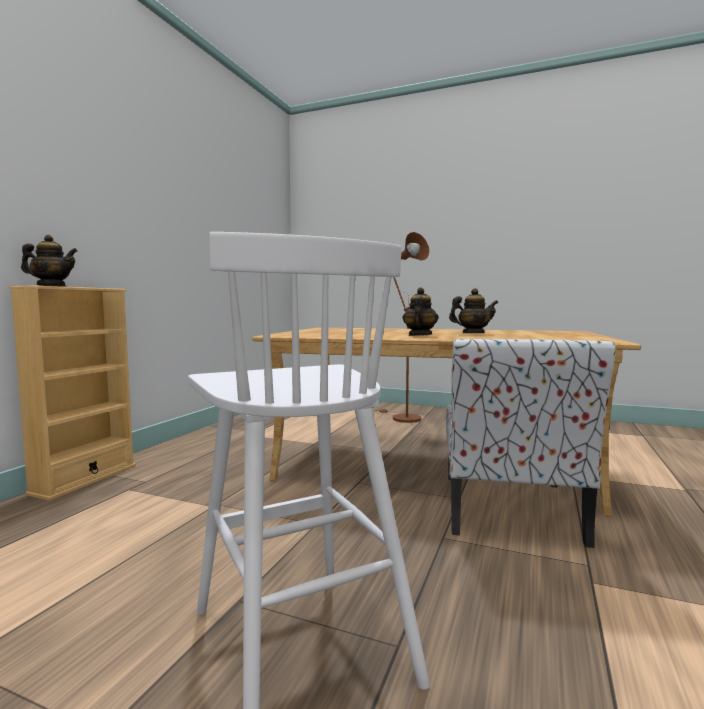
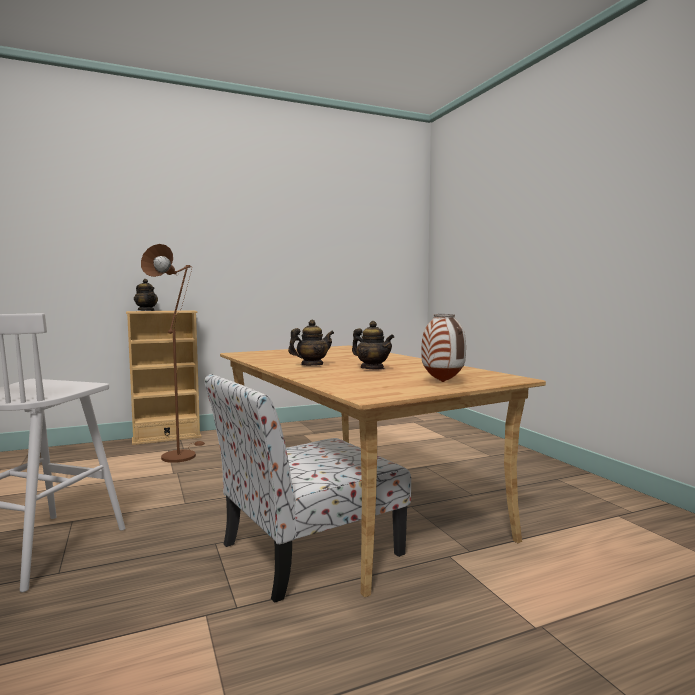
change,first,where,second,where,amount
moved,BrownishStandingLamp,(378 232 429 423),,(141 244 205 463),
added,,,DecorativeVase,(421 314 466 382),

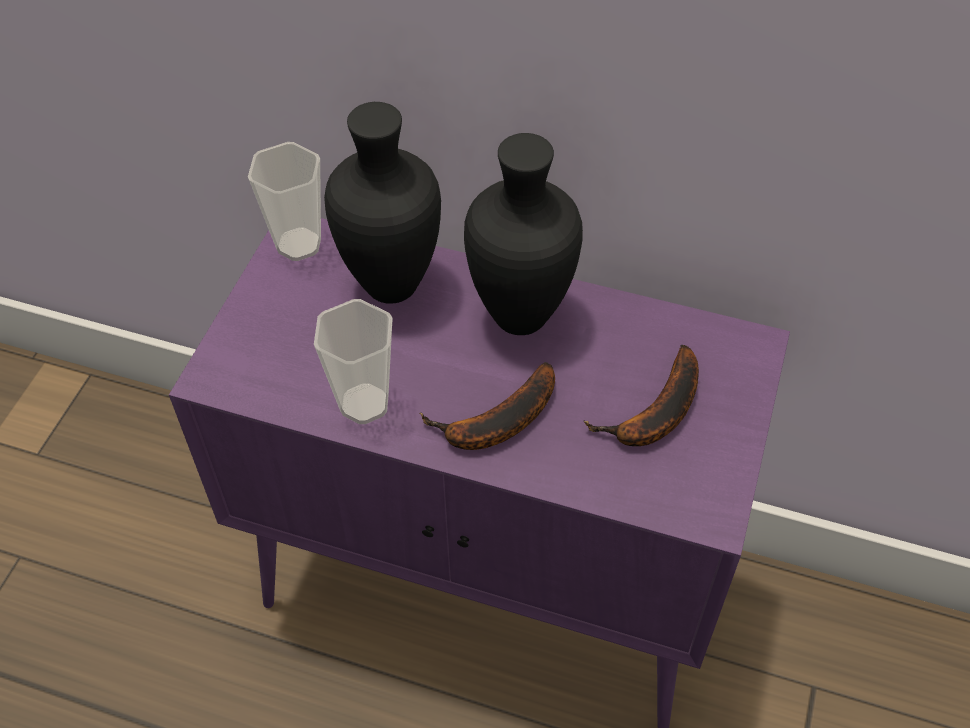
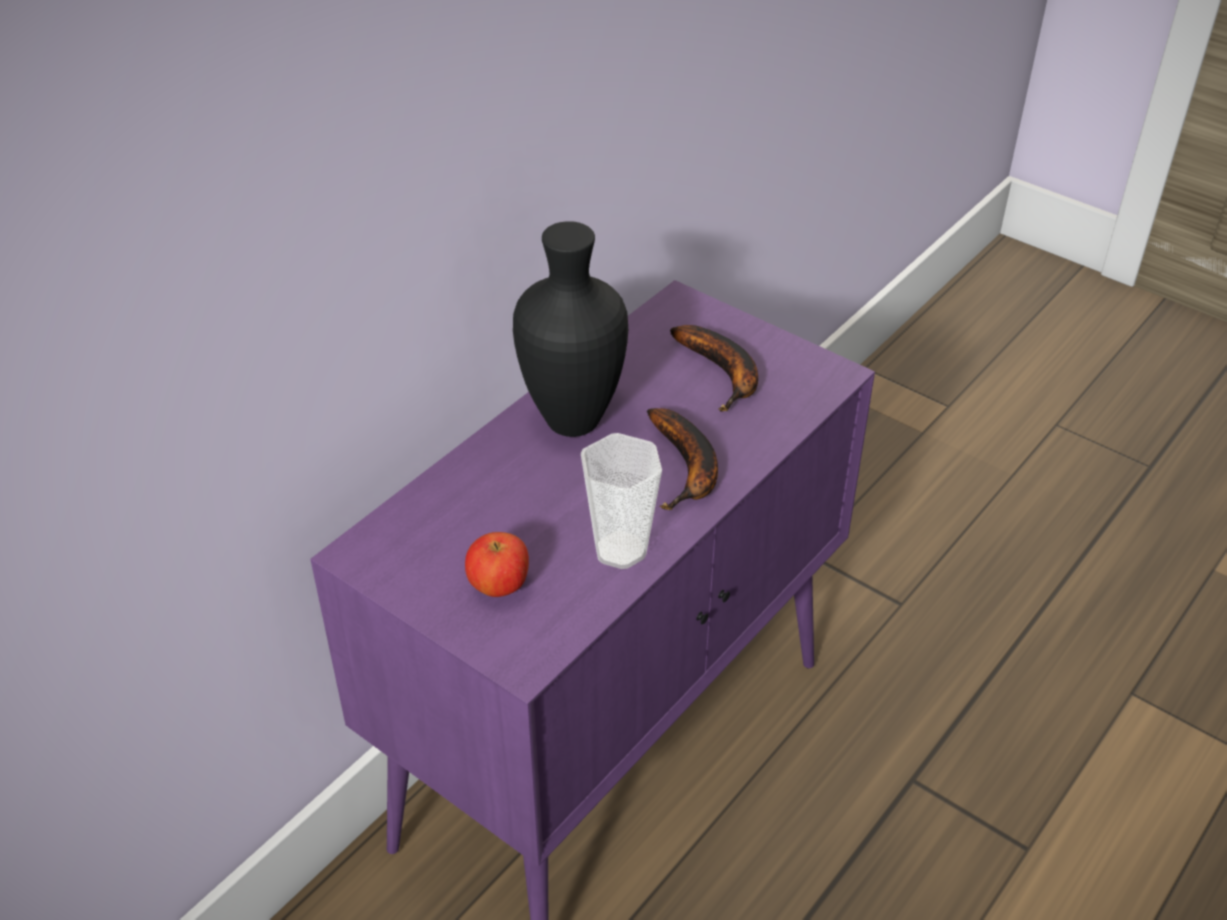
change,first,where,second,where,amount
removed,BlackDecorativeVase,(324 102 441 304),,,
removed,DrinkingCup,(248 142 321 261),,,
added,,,AppleFruit,(465 532 529 597),

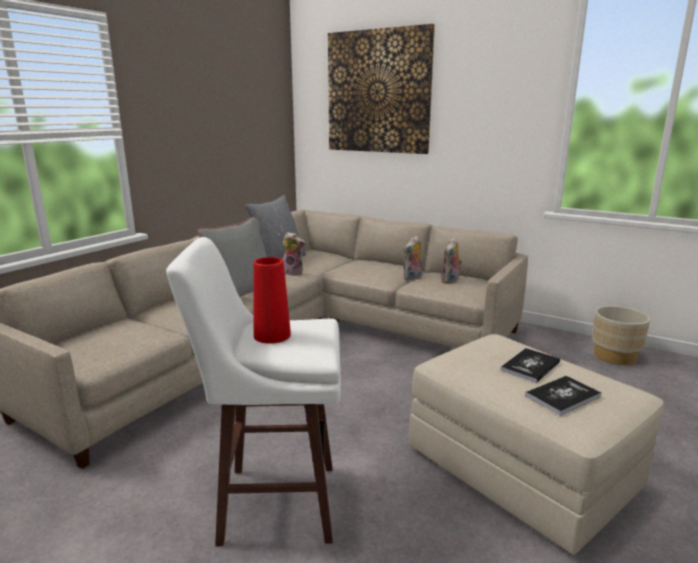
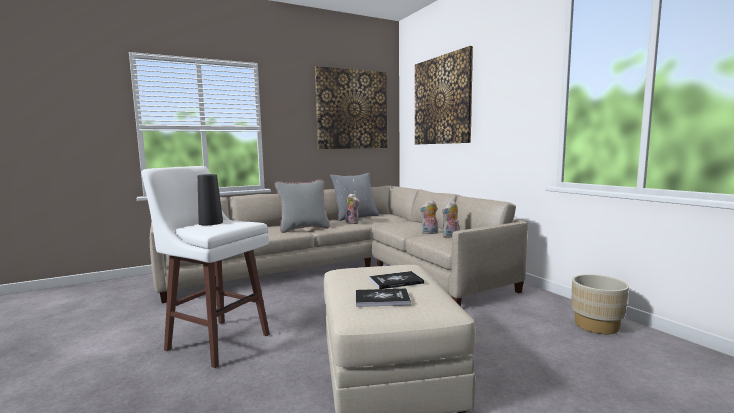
change,first,where,second,where,amount
recoloured,RedDecorativeVase,(253 257 291 344),BlackDecorativeVase,(198 174 223 225),
added,,,WallArt,(315 66 387 149),

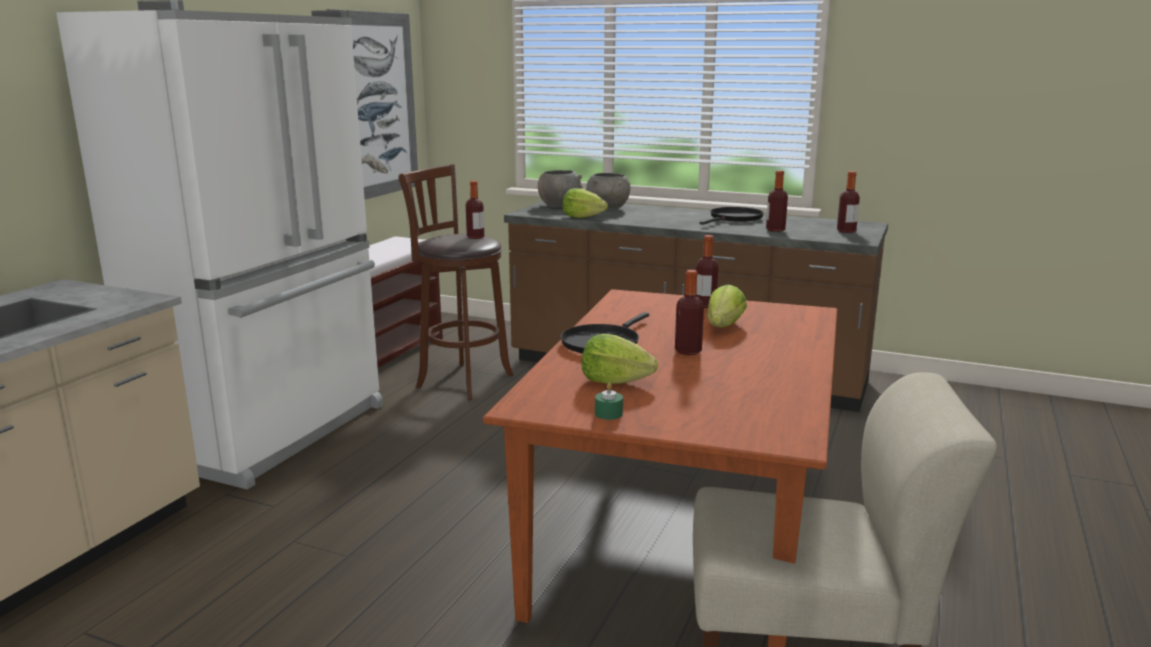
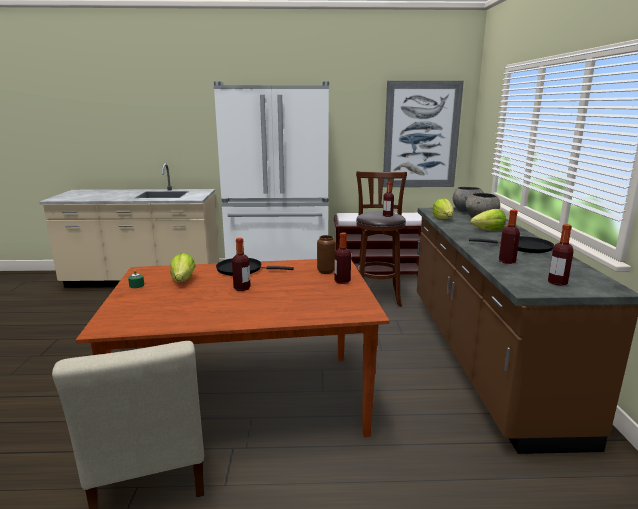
change,first,where,second,where,amount
moved,Lettuce,(707 285 747 327),,(471 209 506 231),
added,,,BrownishDecorativeVase,(317 235 336 274),

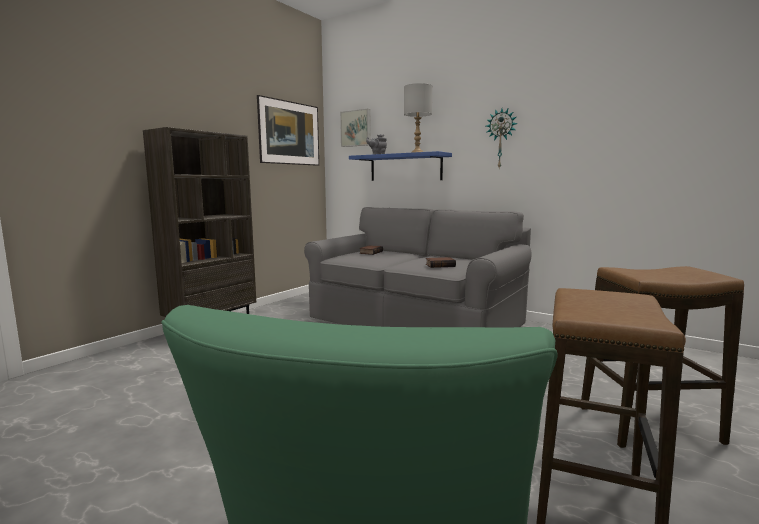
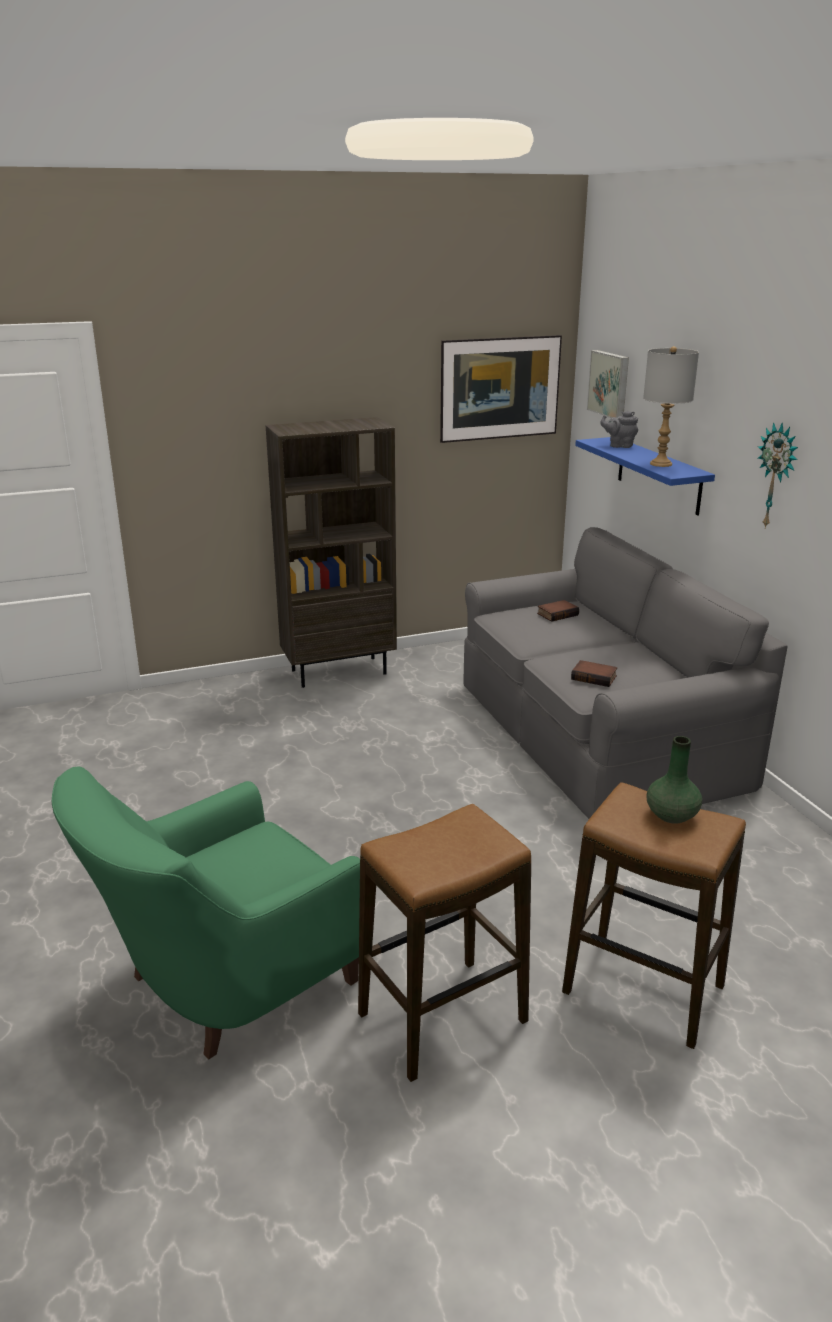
change,first,where,second,where,amount
added,,,GreenishDecorativeVase,(647 736 702 824),

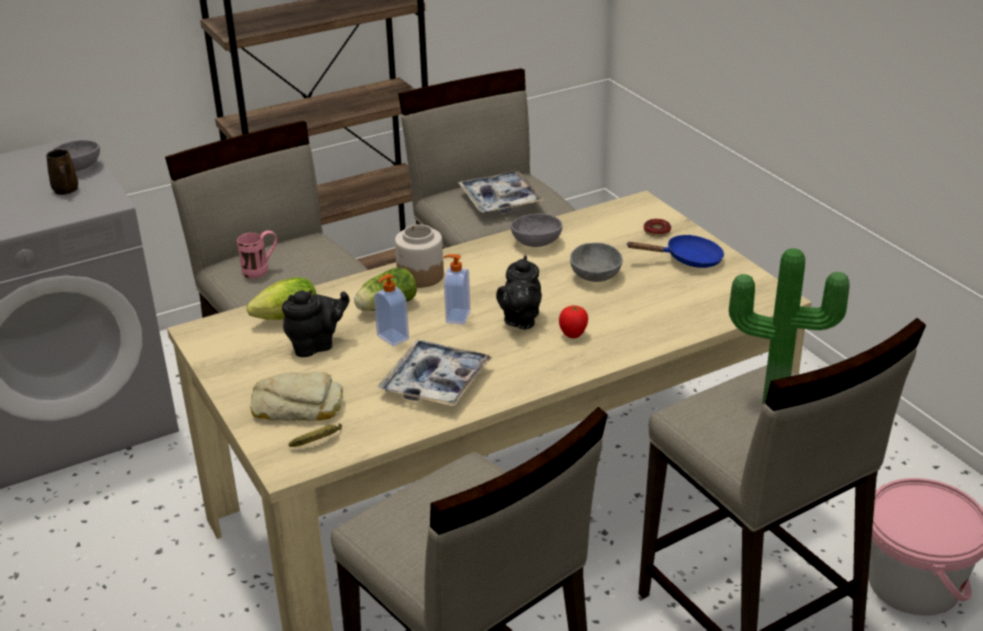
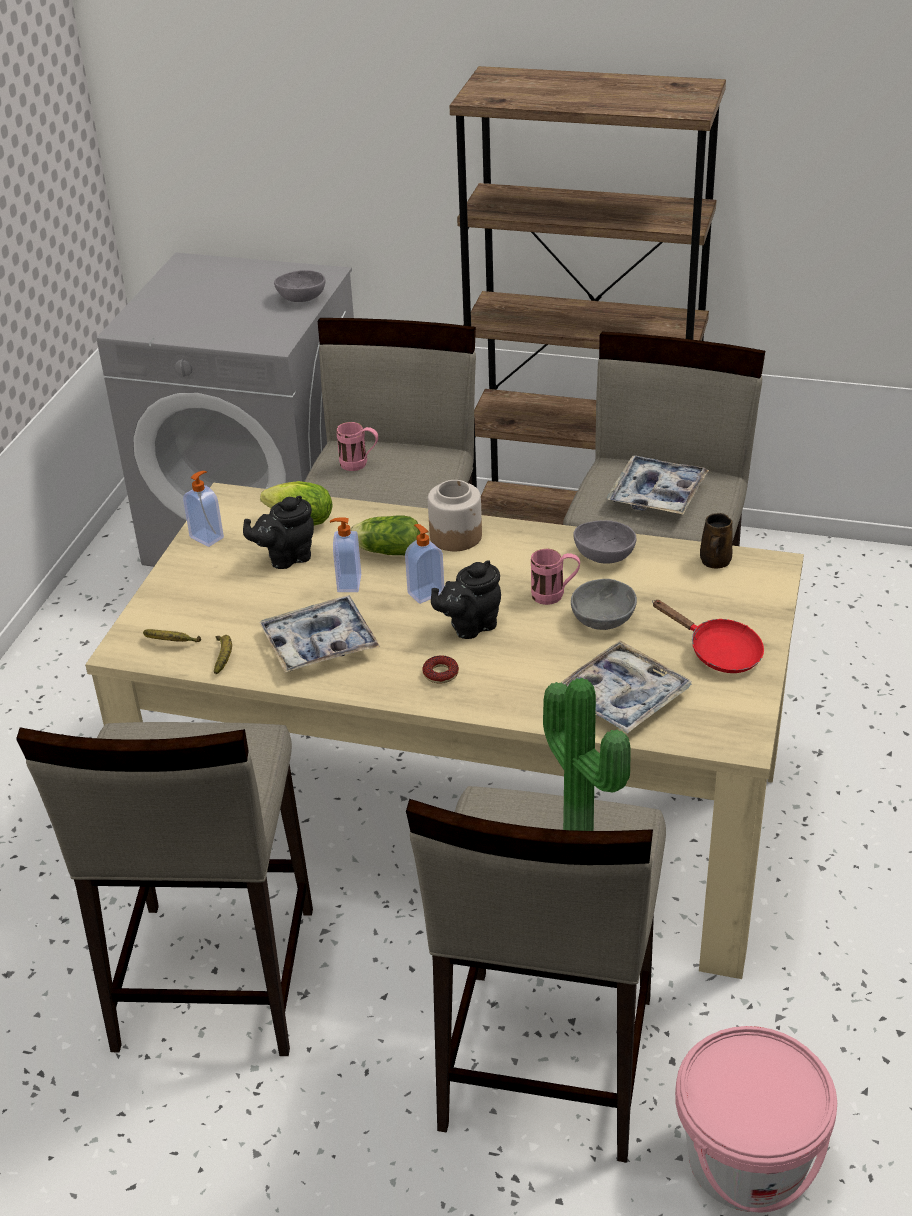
change,first,where,second,where,amount
moved,BrownishMug,(46 149 78 195),,(700 513 733 569),
moved,Doughnut,(644 219 671 237),,(422 655 459 684),
recoloured,BluishPan,(626 235 724 268),RedPan,(652 600 764 673),
turned,BlackPotForTea,(282 290 349 357),,(243 496 314 569),135 degrees clockwise
removed,WholeTomato,(559 305 588 338),,,
removed,Bread,(250 372 343 421),,,
added,,,LiquidSoapBottle,(183 471 224 547),
added,,,PinkMug,(531 549 580 605),
added,,,Banana,(214 635 232 674),
added,,,ServingTray,(561 640 692 734),

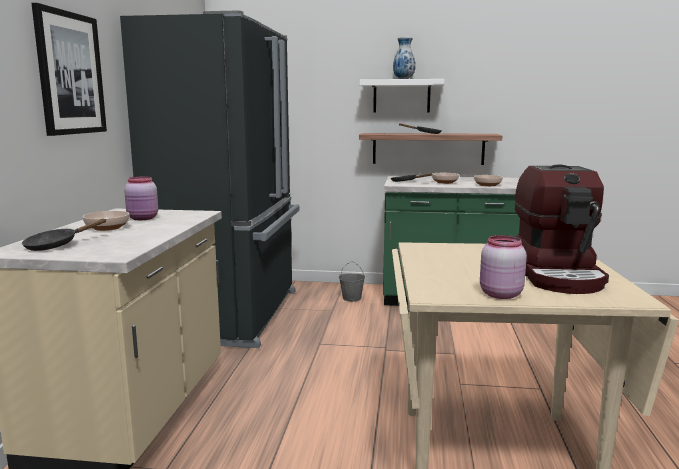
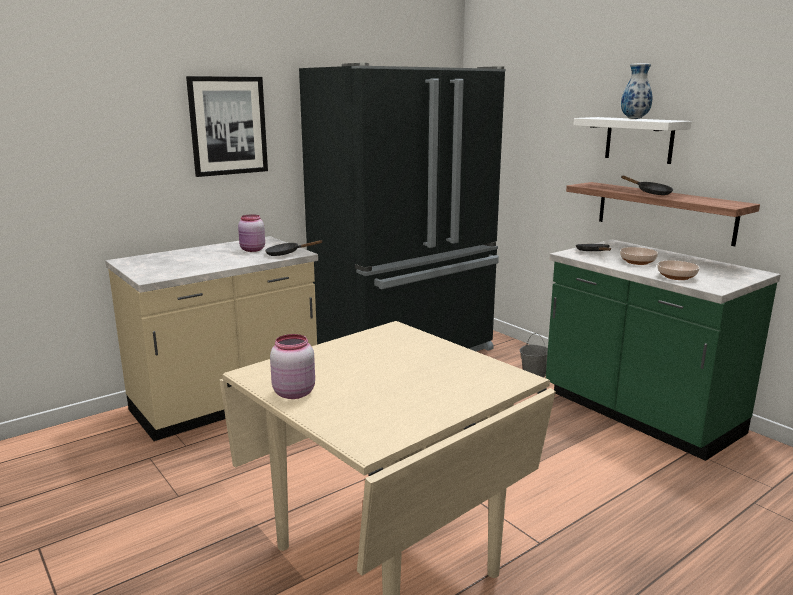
change,first,where,second,where,amount
removed,CoffeeMaker,(515 164 609 294),,,
removed,DeepDish,(82 211 129 231),,,
moved,BlackPan,(22 219 107 251),,(265 240 322 256),

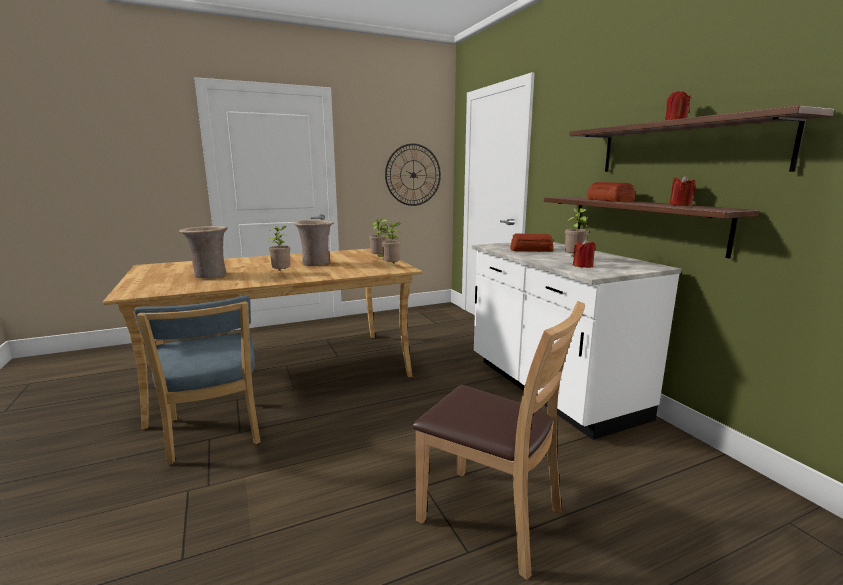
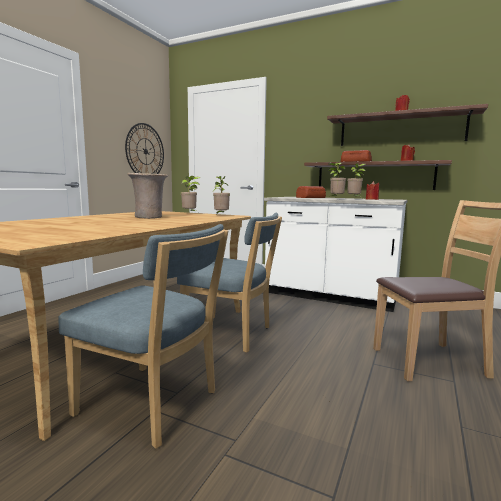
change,first,where,second,where,amount
removed,SandColouredDecorativeVase,(179 226 228 278),,,
moved,PlantInAPot,(268 226 291 271),,(328 163 346 196),
added,,,BluishPlainChair,(177 213 282 353),

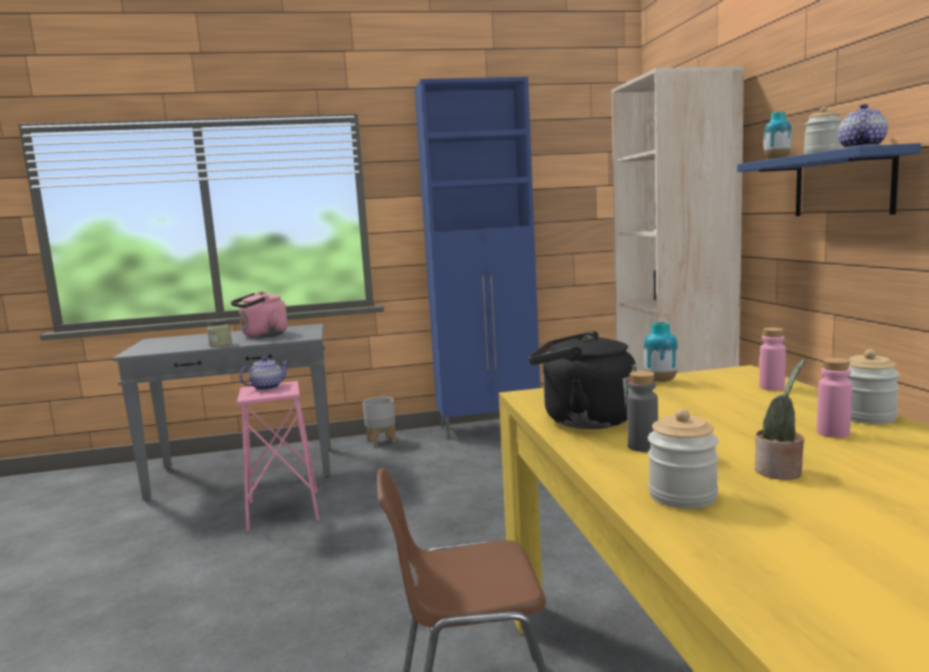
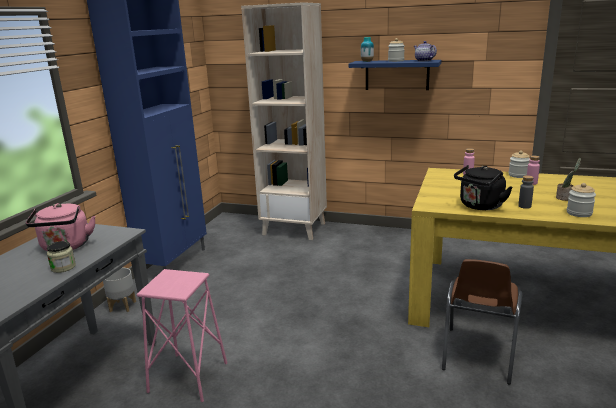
change,first,where,second,where,amount
removed,DecorativeVase,(644 322 678 382),,,
removed,PotForTea,(239 357 290 390),,,

